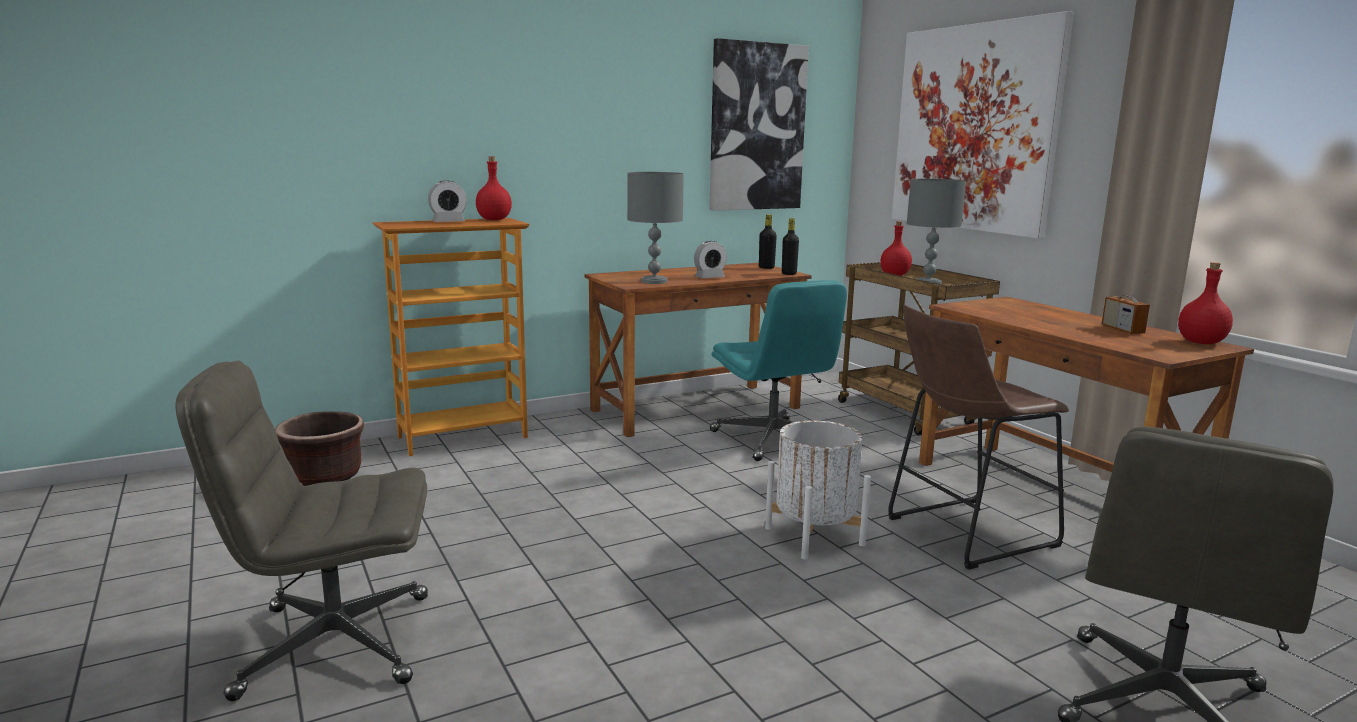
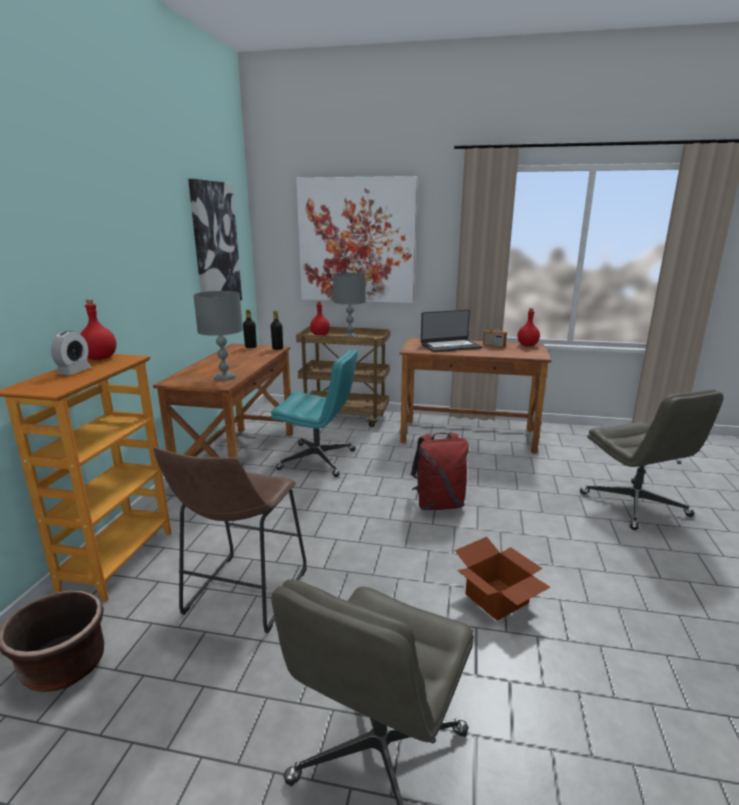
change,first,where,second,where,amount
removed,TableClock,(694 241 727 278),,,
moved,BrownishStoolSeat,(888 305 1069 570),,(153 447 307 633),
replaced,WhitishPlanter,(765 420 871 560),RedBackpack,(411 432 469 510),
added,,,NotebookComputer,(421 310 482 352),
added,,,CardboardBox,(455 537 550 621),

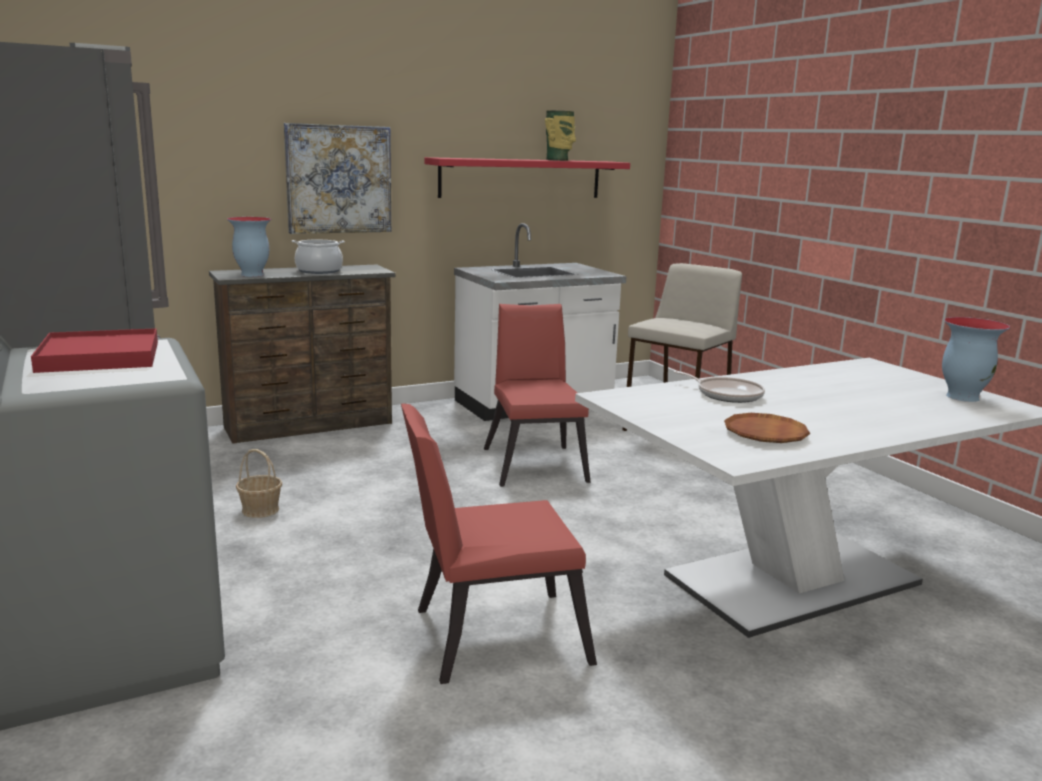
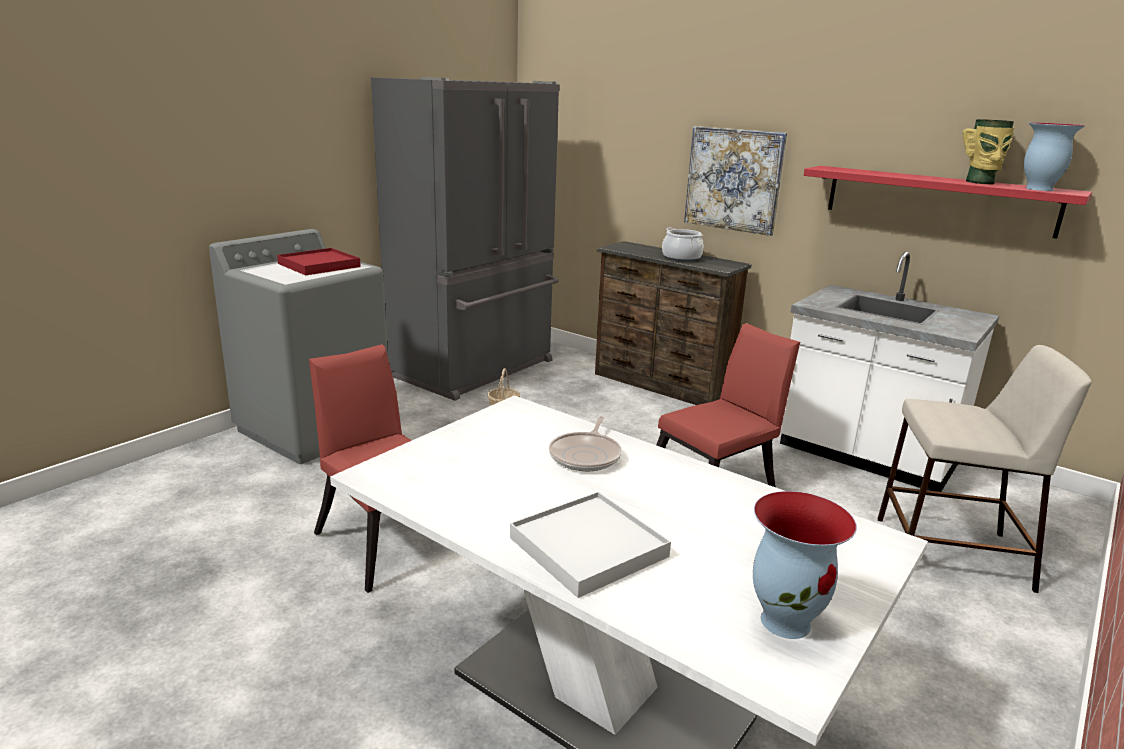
change,first,where,second,where,amount
moved,DecorativeVase,(227 217 271 277),,(1024 122 1085 191),
removed,BrownishFlatDish,(724 413 810 443),,,
added,,,WhitishServingTray,(510 492 671 598),

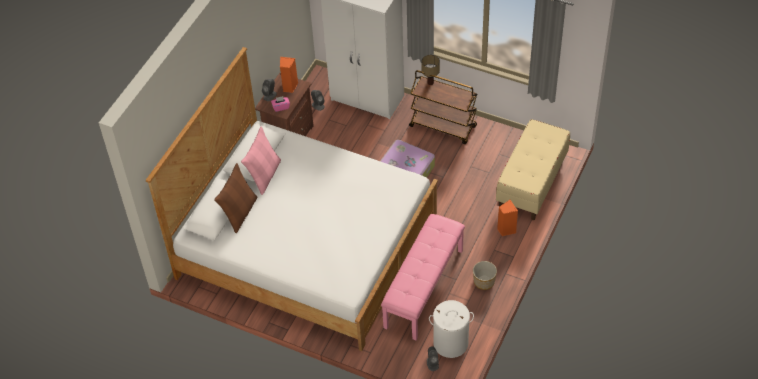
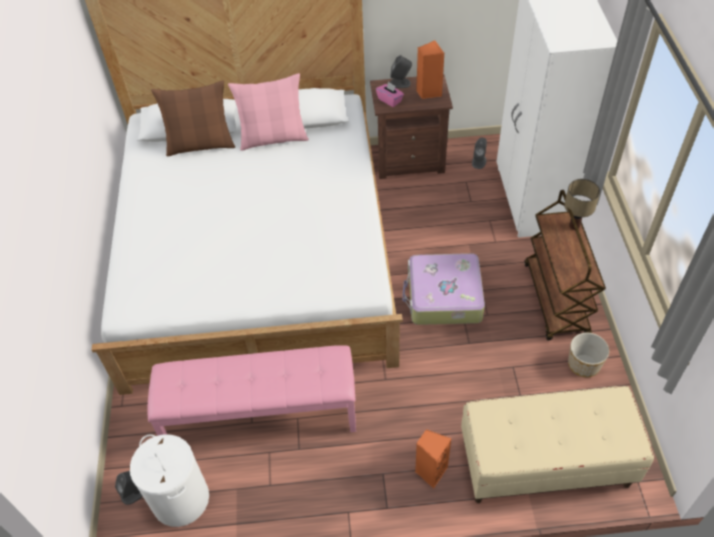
change,first,where,second,where,amount
moved,Planter,(473 261 497 290),,(568 333 609 377),

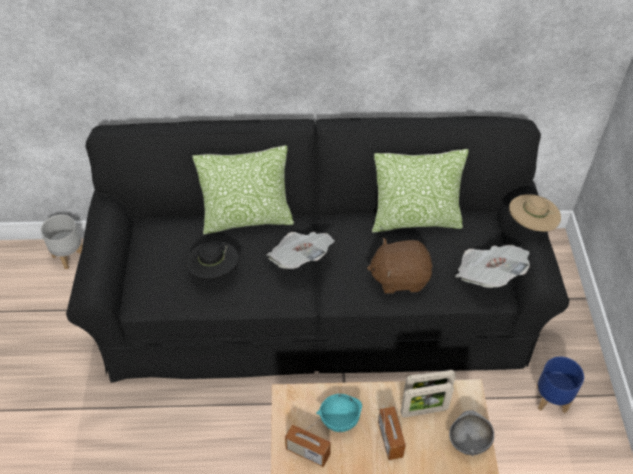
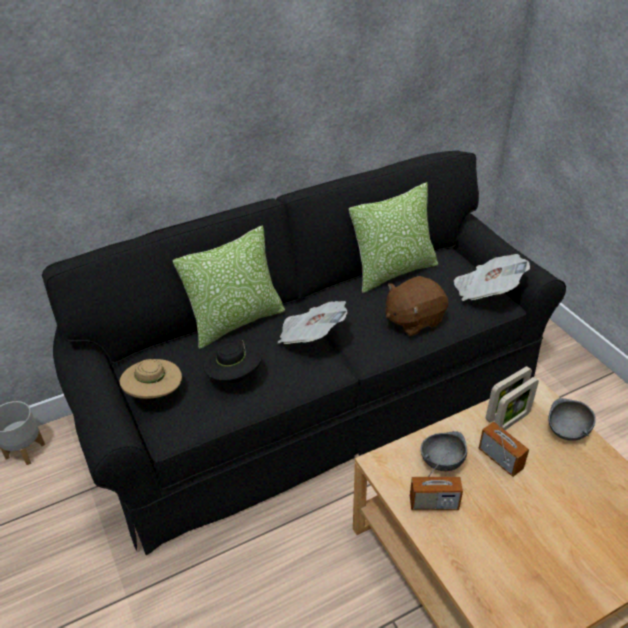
change,first,where,second,where,amount
moved,SandColouredHat,(509 194 561 232),,(120 359 182 399),
removed,BluishPlanter,(536 357 584 413),,,
recoloured,TurquoiseColouredDeepDish,(316 394 362 432),GreyishDeepDish,(420 431 467 471),

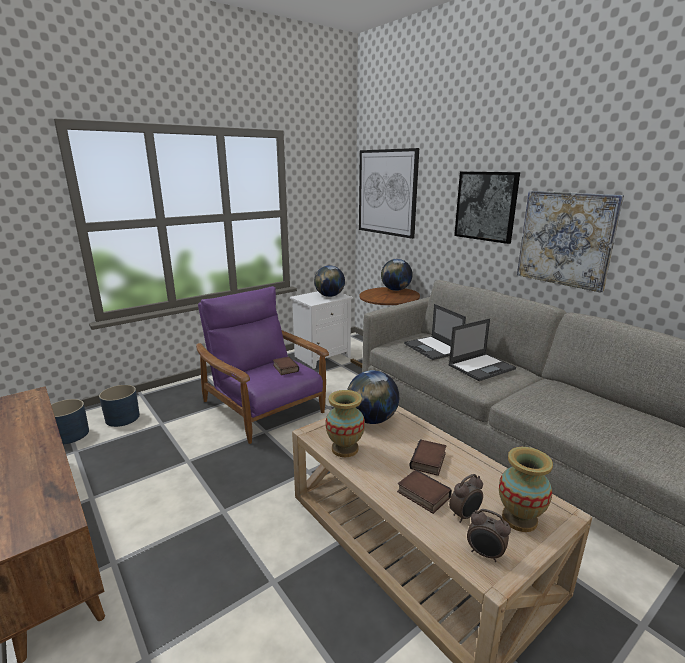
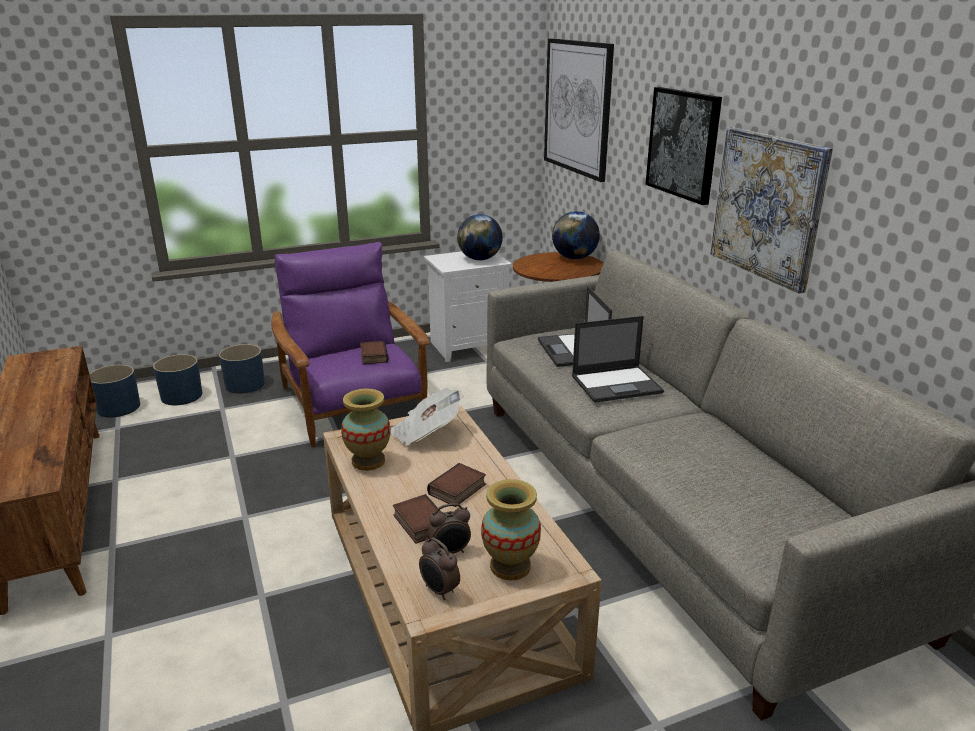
change,first,where,second,where,amount
replaced,Globe,(347 370 399 424),DailyPaper,(390 388 464 446),
added,,,BluishPlanter,(219 344 265 394),

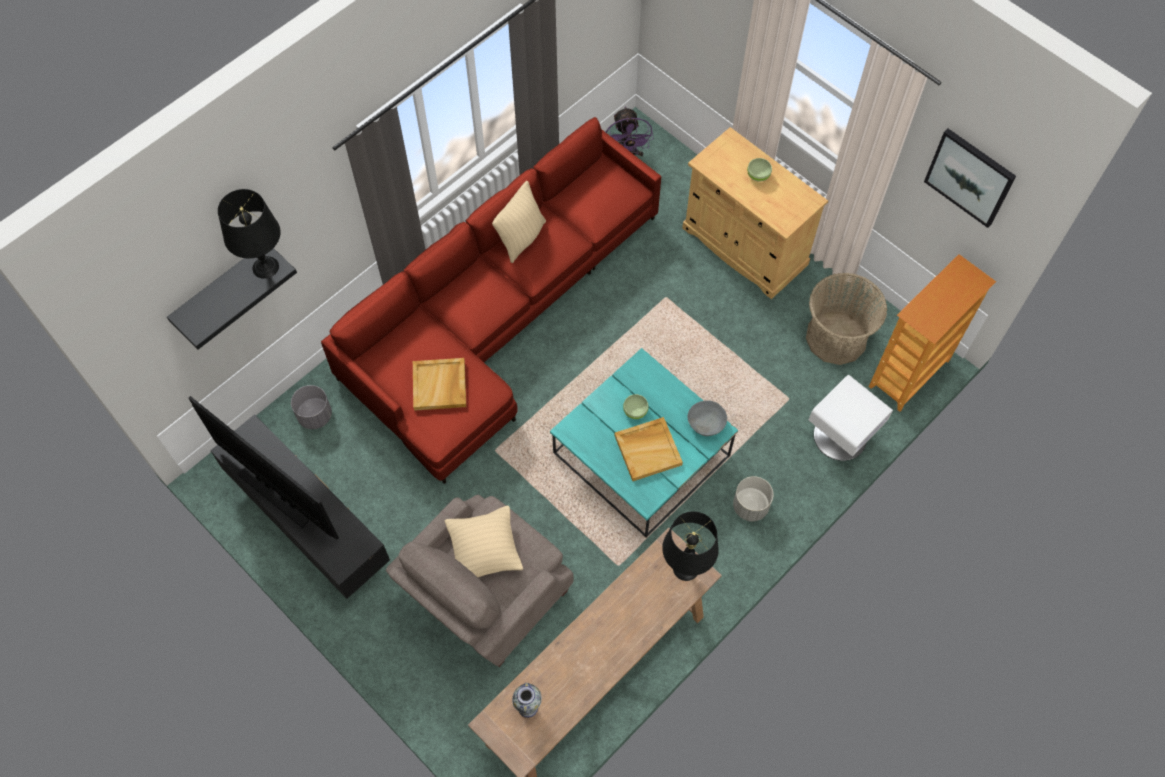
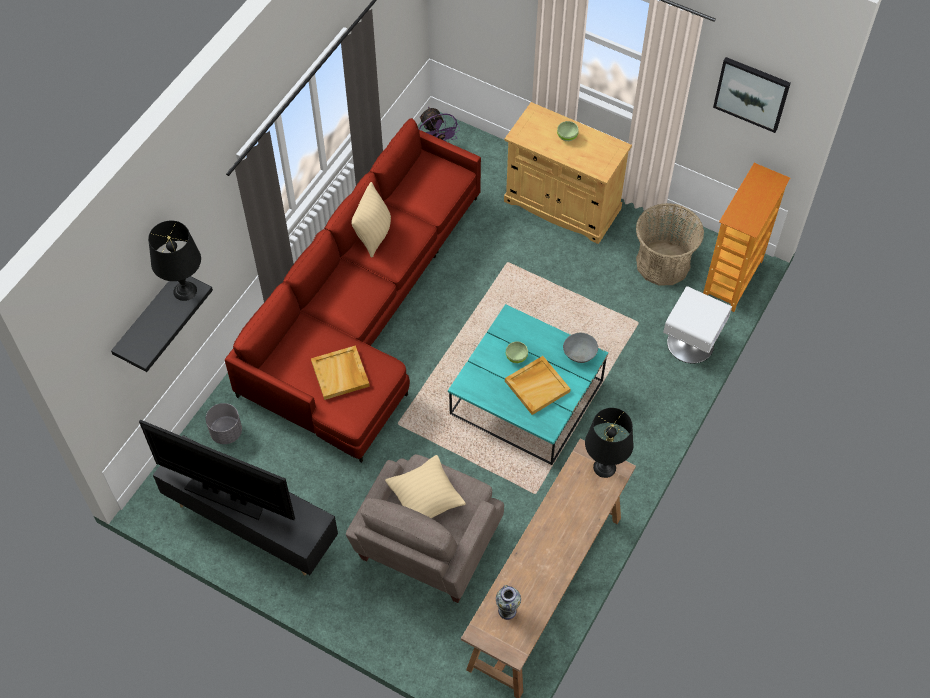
change,first,where,second,where,amount
removed,GreyishPlanter,(733 476 773 521),,,

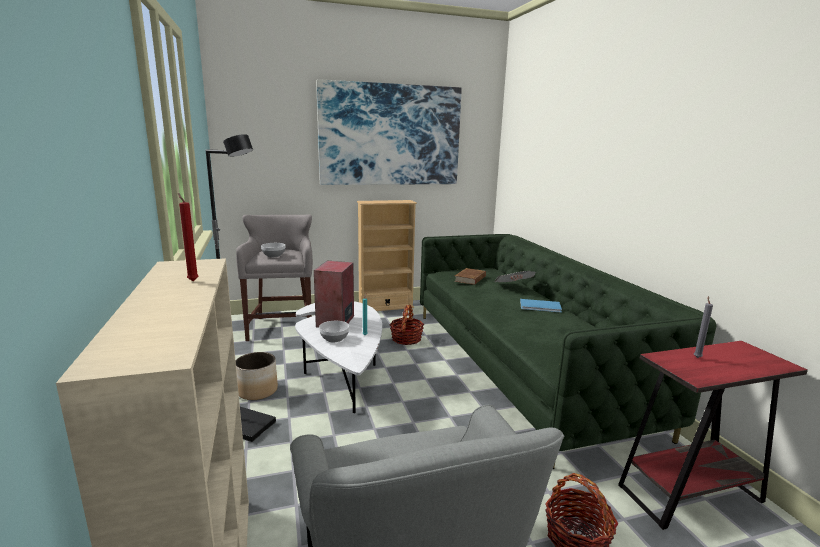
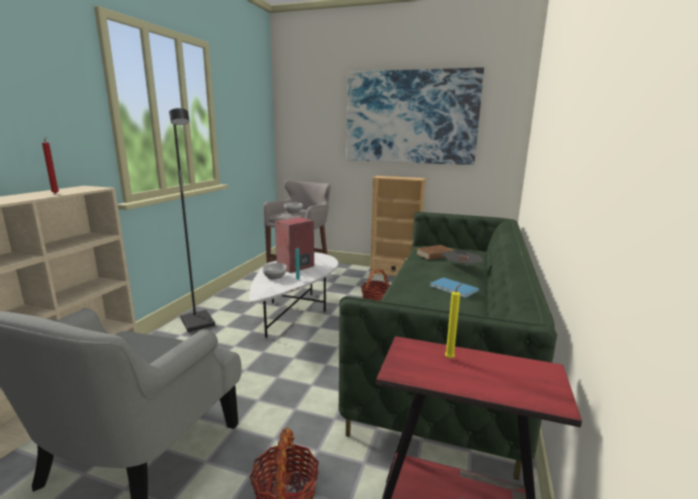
change,first,where,second,where,amount
recoloured,GreyishWaxLight,(694 296 713 358),YellowColouredWaxLight,(445 283 462 359),
removed,Planter,(236 352 278 400),,,

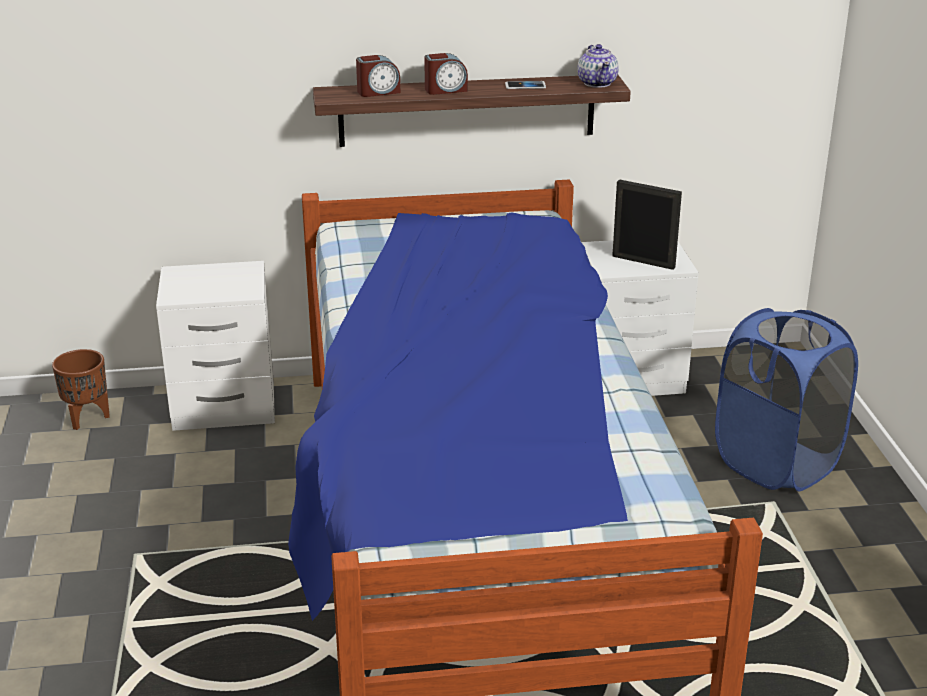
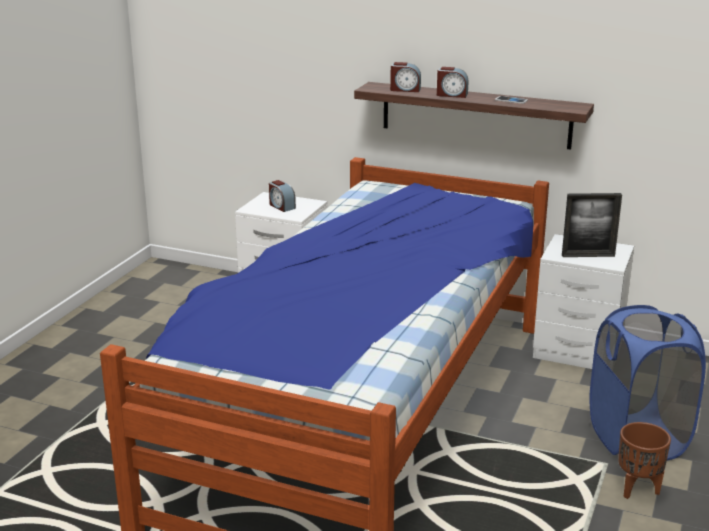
change,first,where,second,where,amount
removed,PotForTea,(578 44 619 88),,,
turned,PictureFrame,(612 179 682 270),,(562 193 622 257),120 degrees clockwise
moved,BrownishPlanter,(52 349 110 430),,(618 422 671 499),
added,,,TableClock,(269 180 296 212),

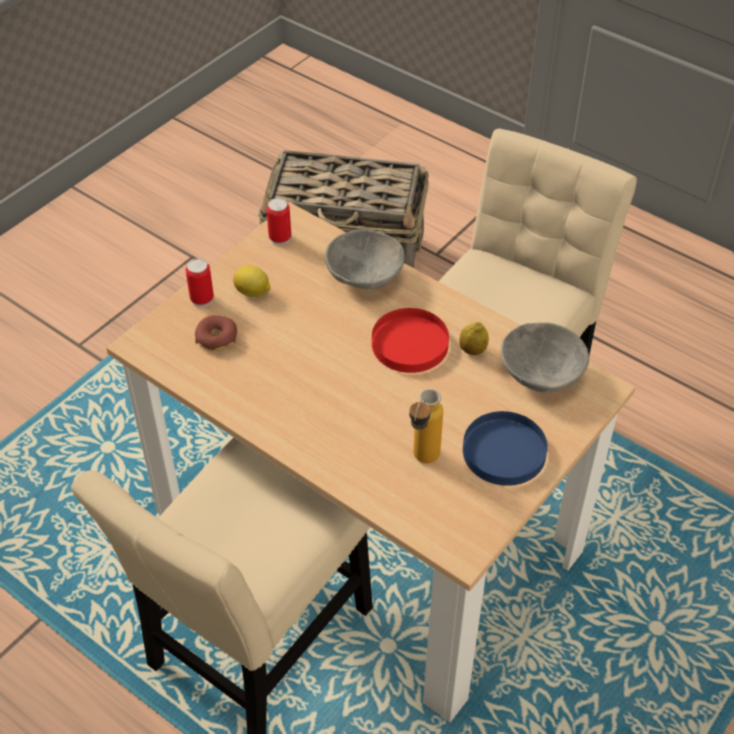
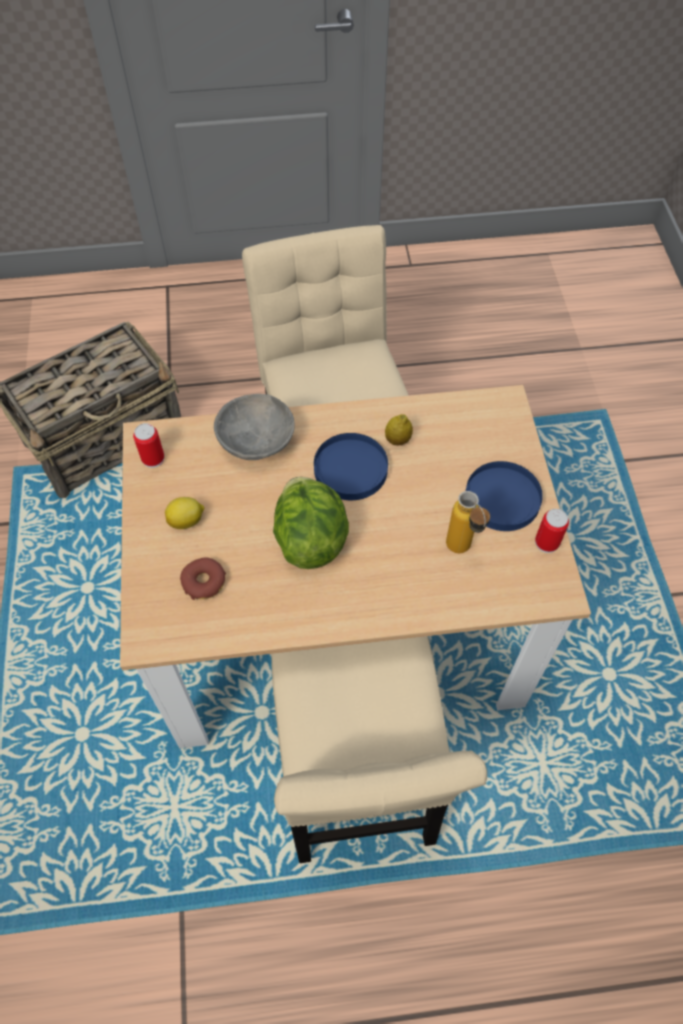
change,first,where,second,where,amount
moved,MetalCan,(186 258 214 307),,(535 509 569 553),
recoloured,RedFlatDish,(372 308 449 373),BluishFlatDish,(314 433 388 500),
removed,GreyishDeepDish,(501 323 589 392),,,
added,,,Lettuce,(273 477 349 569),

